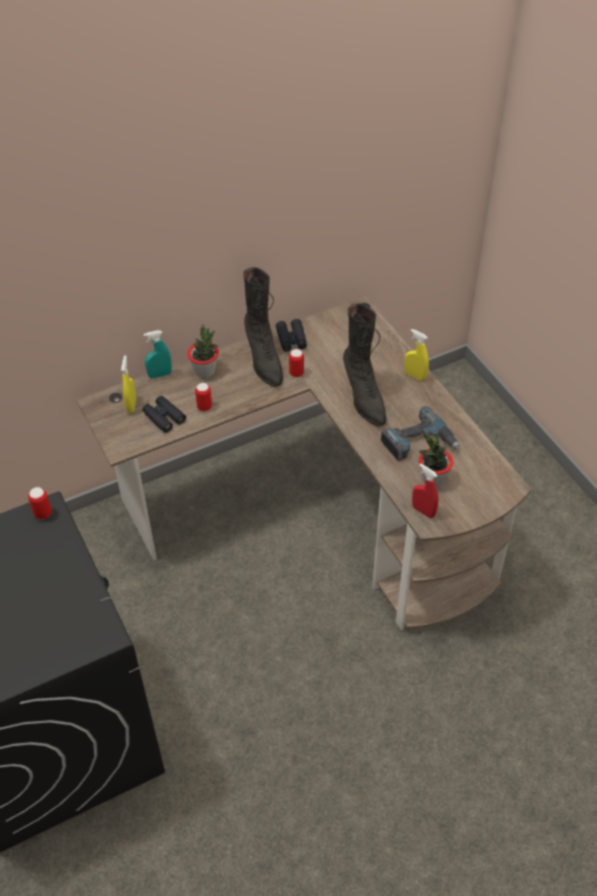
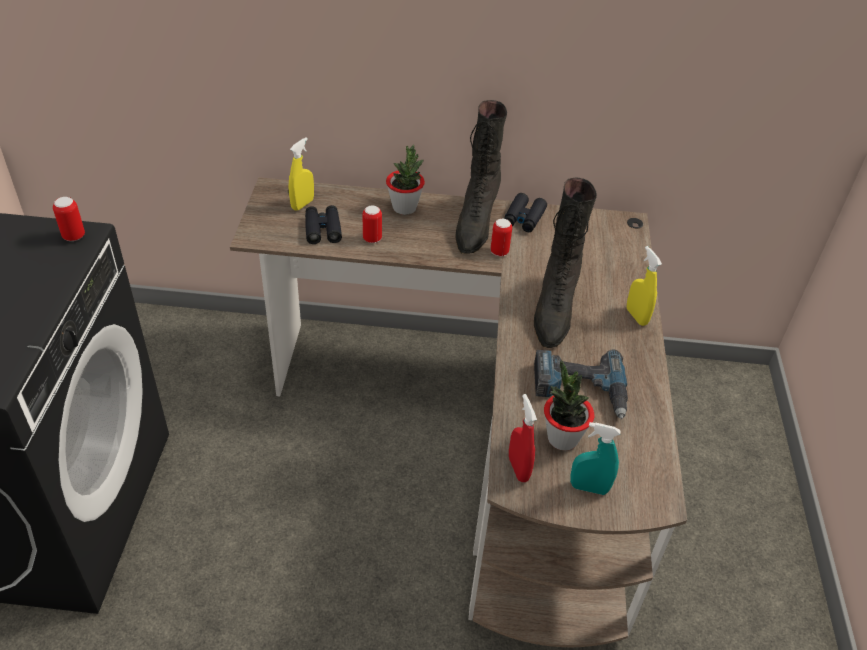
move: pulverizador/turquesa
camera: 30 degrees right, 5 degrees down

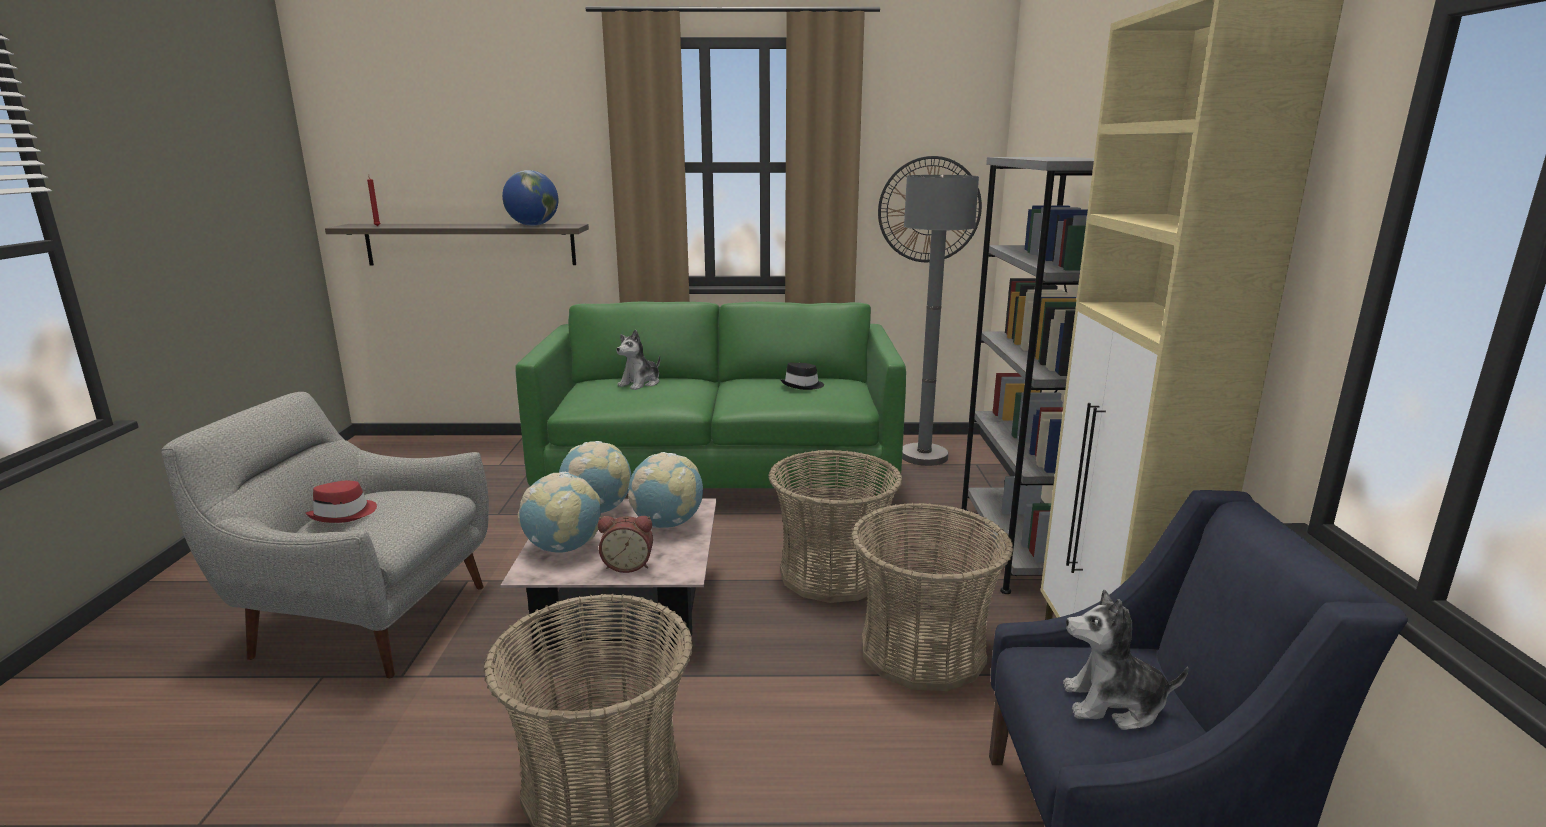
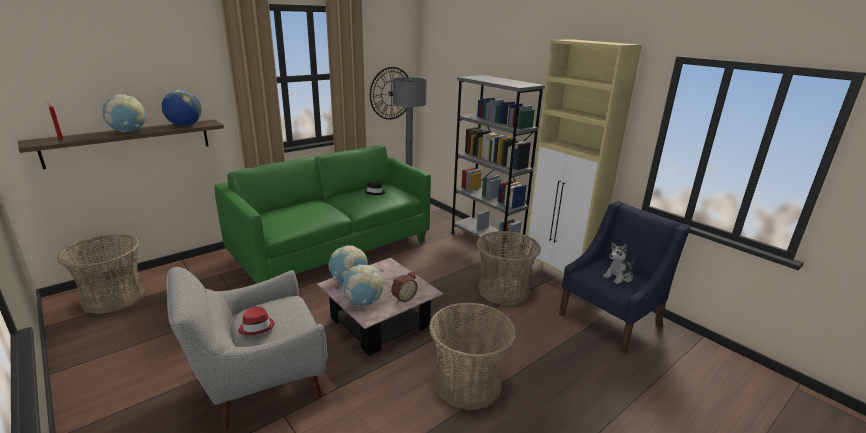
delete: peluche (1st from left)
move: globo terráqueo (4th from left in the first image) to globo terráqueo (1st from left); cesta (2nd from left in the first image) to cesta (1st from left)
camera: 40 degrees left, 5 degrees up

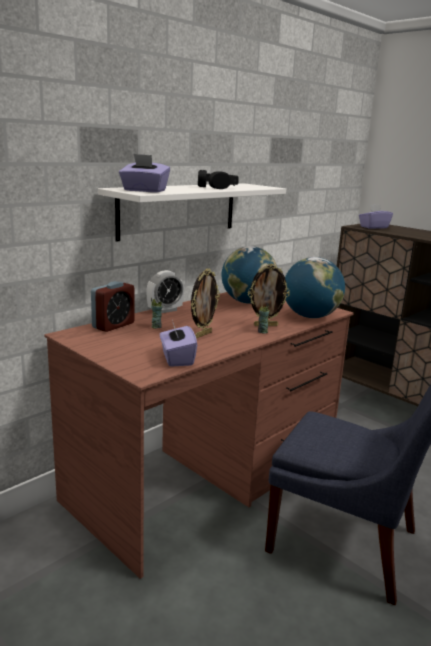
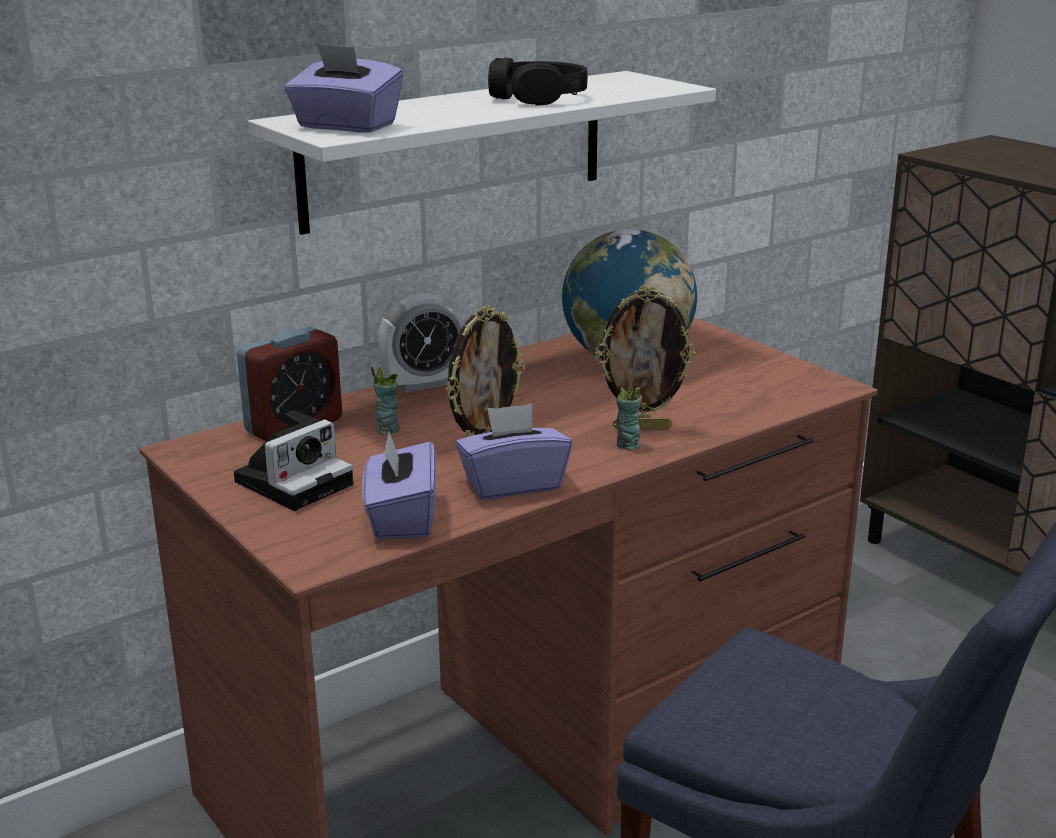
delete: globo terráqueo (2nd from left)
insert: cámara
move: caja de pañuelos/morado (3rd from left)
camera: 10 degrees right, 5 degrees up

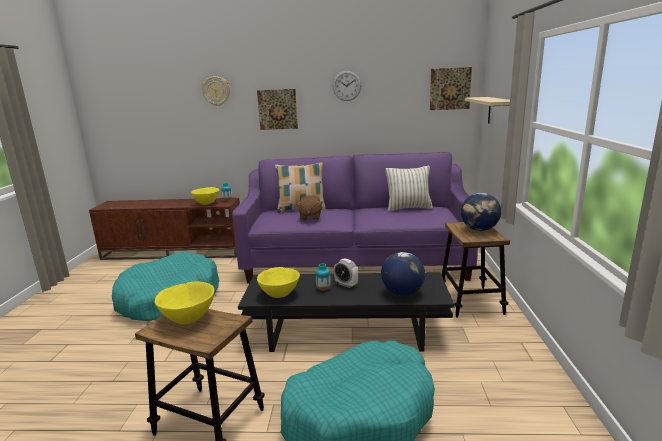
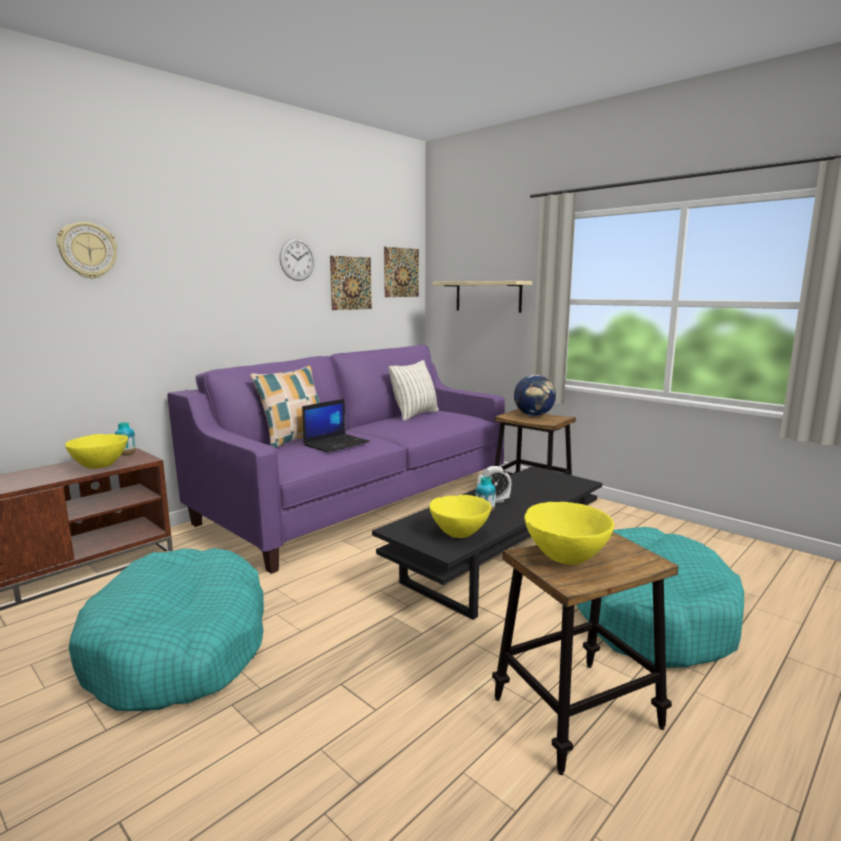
delete: globo terráqueo (1st from left)
move: cuadro (1st from left)
replace: peluche/marrón to portátil
camera: 50 degrees left, 5 degrees down

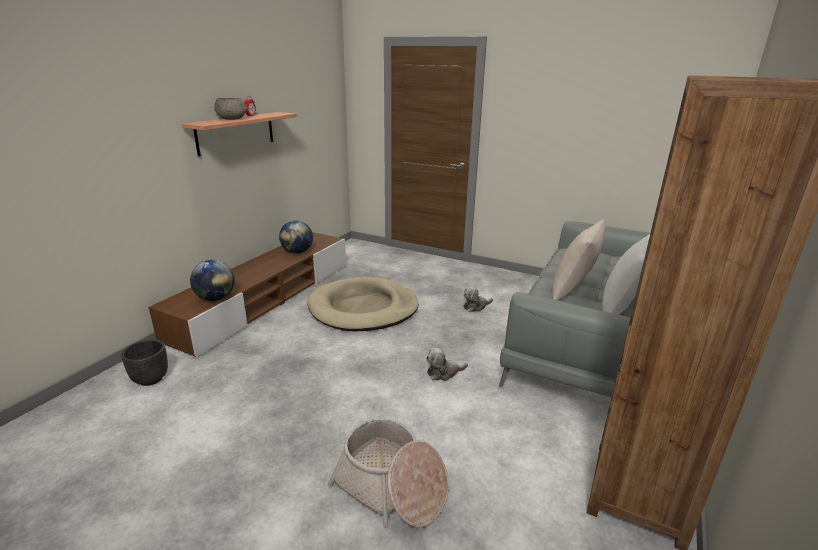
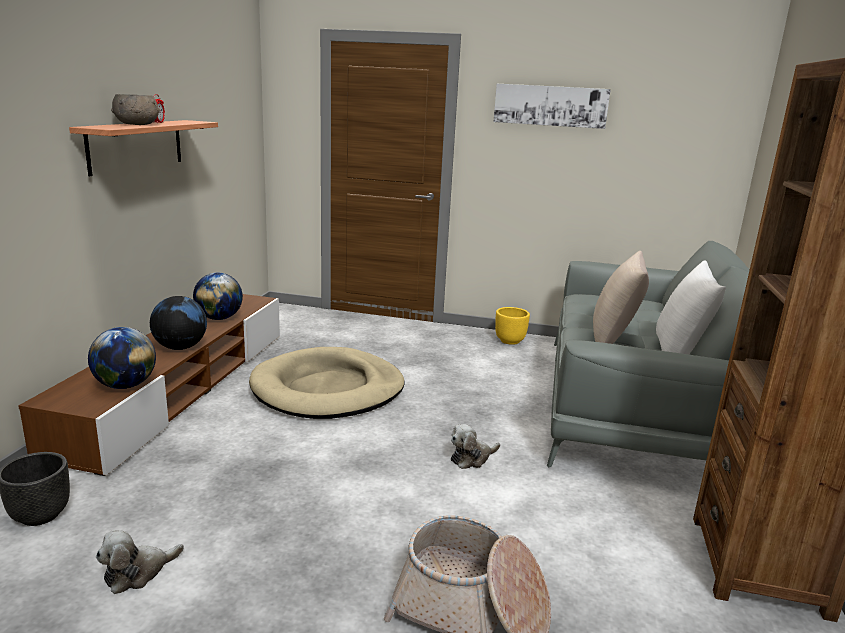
insert: globo terráqueo (2nd from left); cuadro; maceta/amarillo
move: peluche (2nd from left in the first image) to peluche (1st from left)
camera: 15 degrees left, 5 degrees down

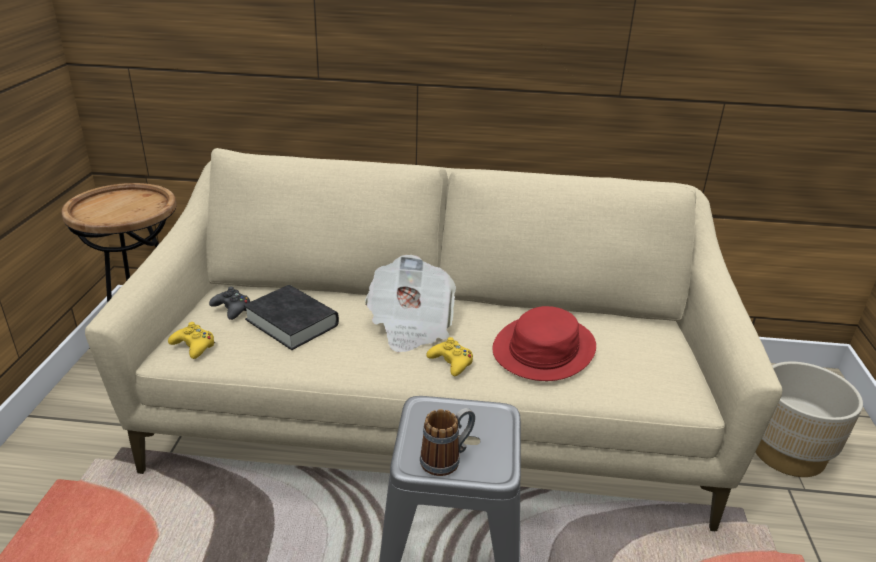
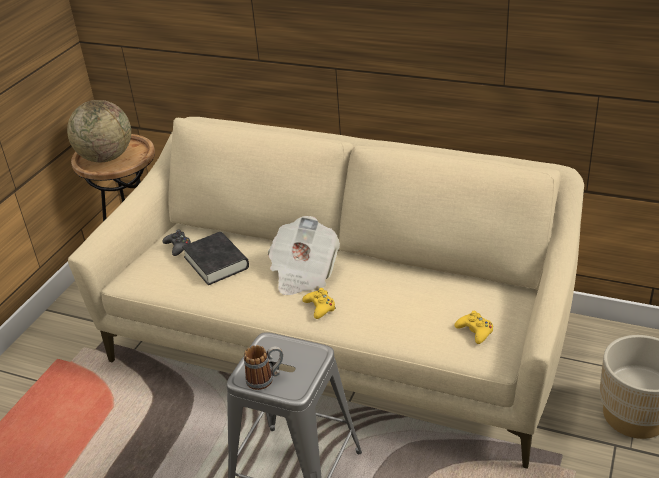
delete: sombrero/rojo
insert: globo terráqueo
move: mando de consola/amarillo (1st from left in the first image) to mando de consola/amarillo (2nd from left)
camera: 20 degrees right, 5 degrees up

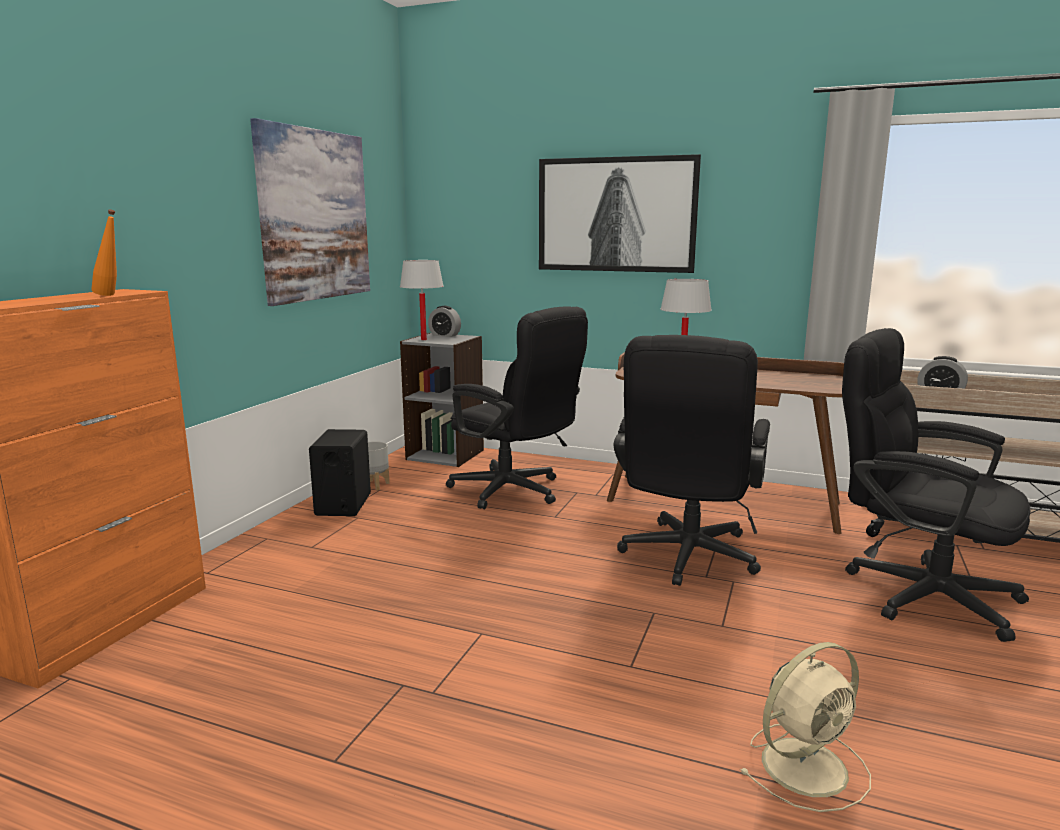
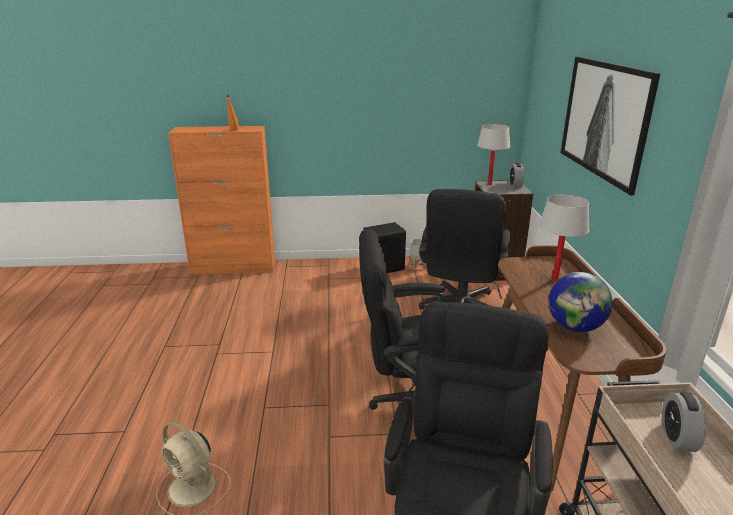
delete: cuadro (1st from left)
insert: globo terráqueo
camera: 65 degrees right, 10 degrees up

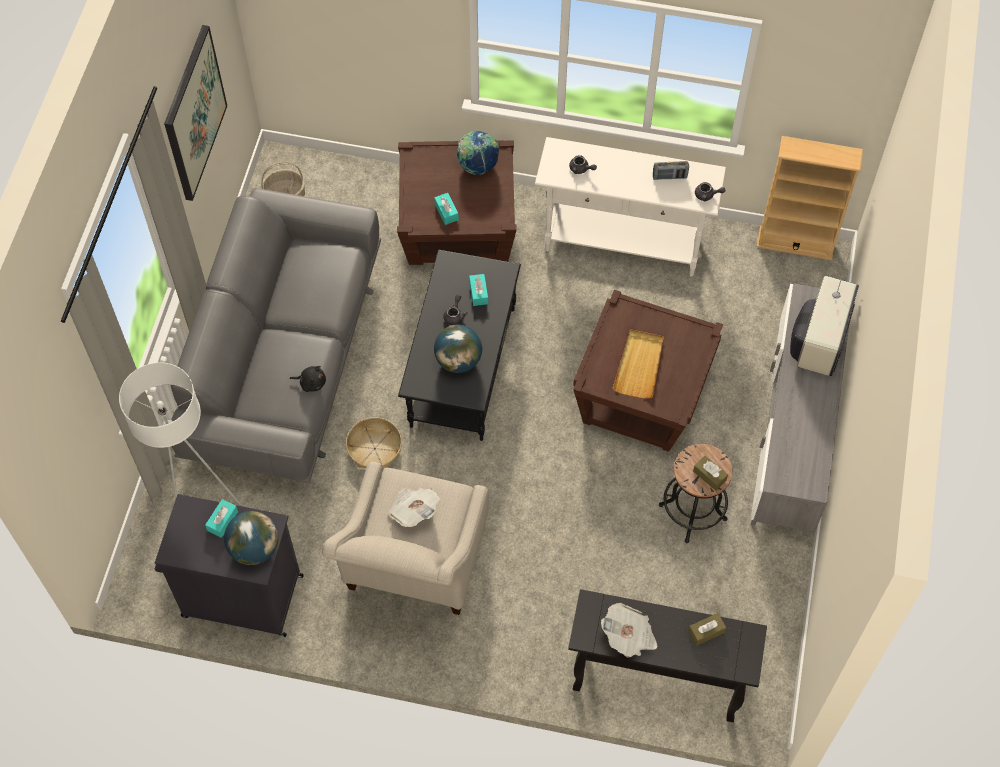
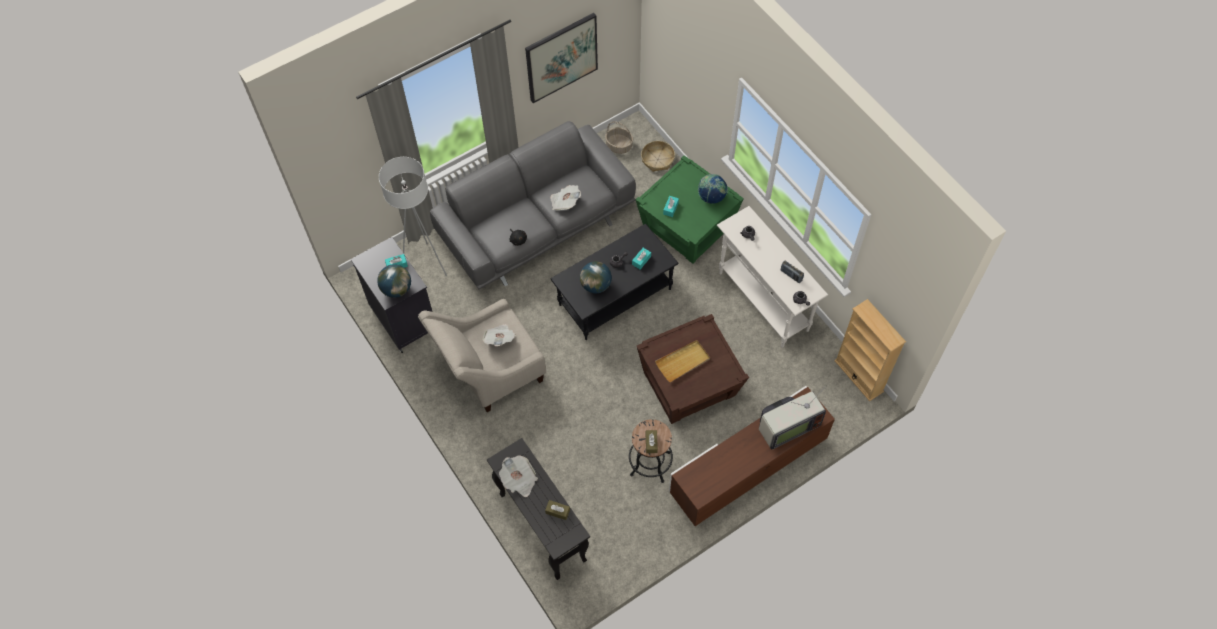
insert: periódico (3rd from left)
move: cesta (2nd from left)
recolor: mesa auxiliar/marrón (1st from left) to mesa auxiliar/verde; mueble de televisión/gris to mueble de televisión/marrón
camera: 45 degrees right, 0 degrees up

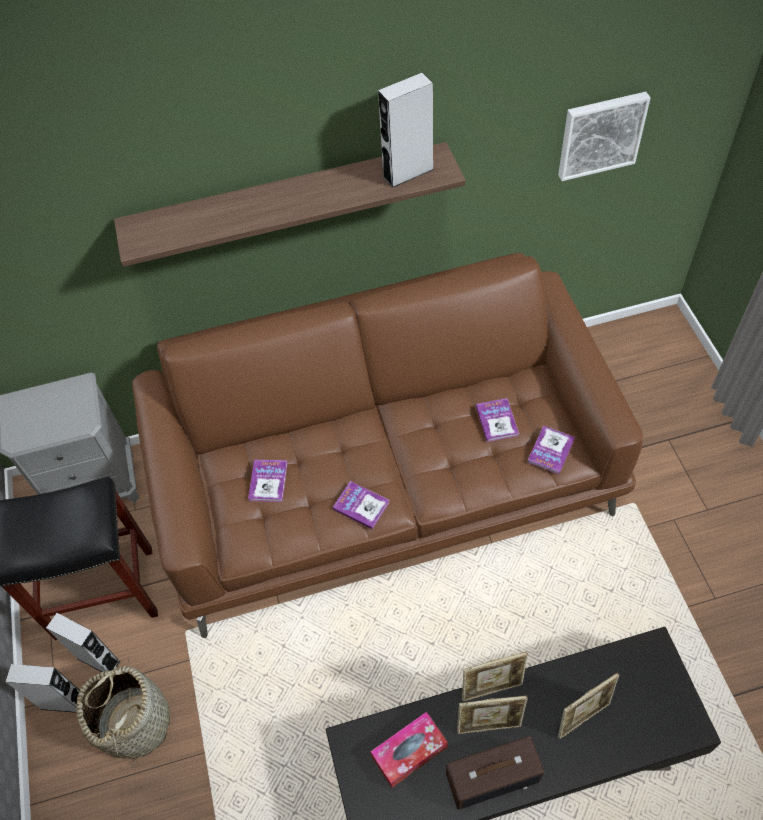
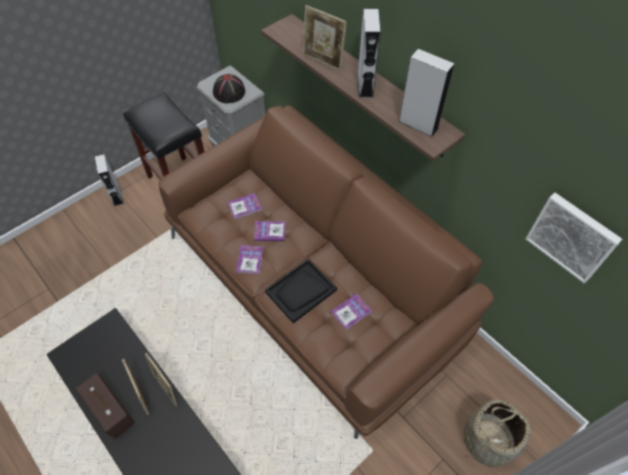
delete: caja de pañuelos
insert: sombrero/negro; bandeja/negro
move: altavoz/gris (2nd from left); cesta; libro (4th from left in the first image) to libro (3rd from left); portarretratos (3rd from left)
camera: 60 degrees right, 0 degrees up

